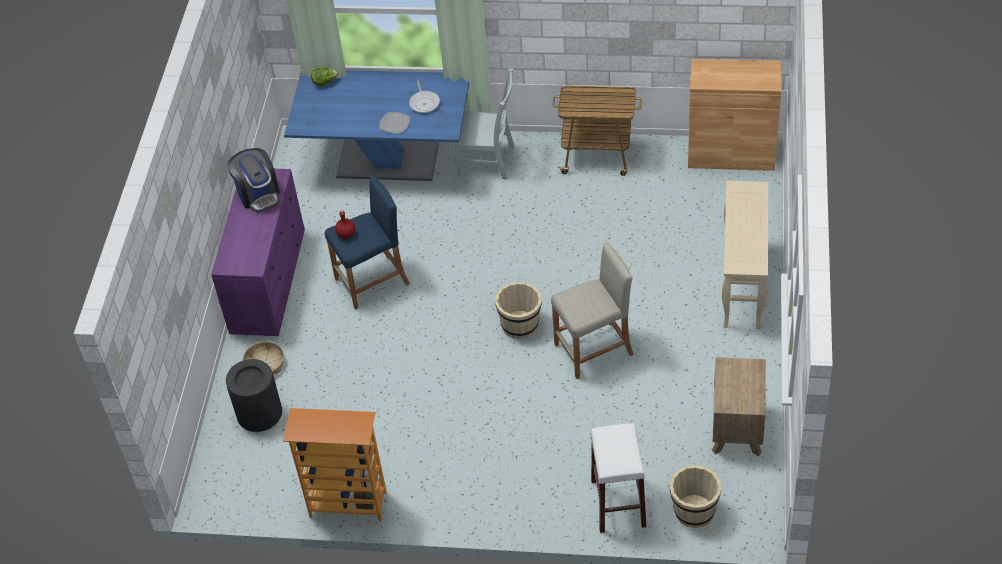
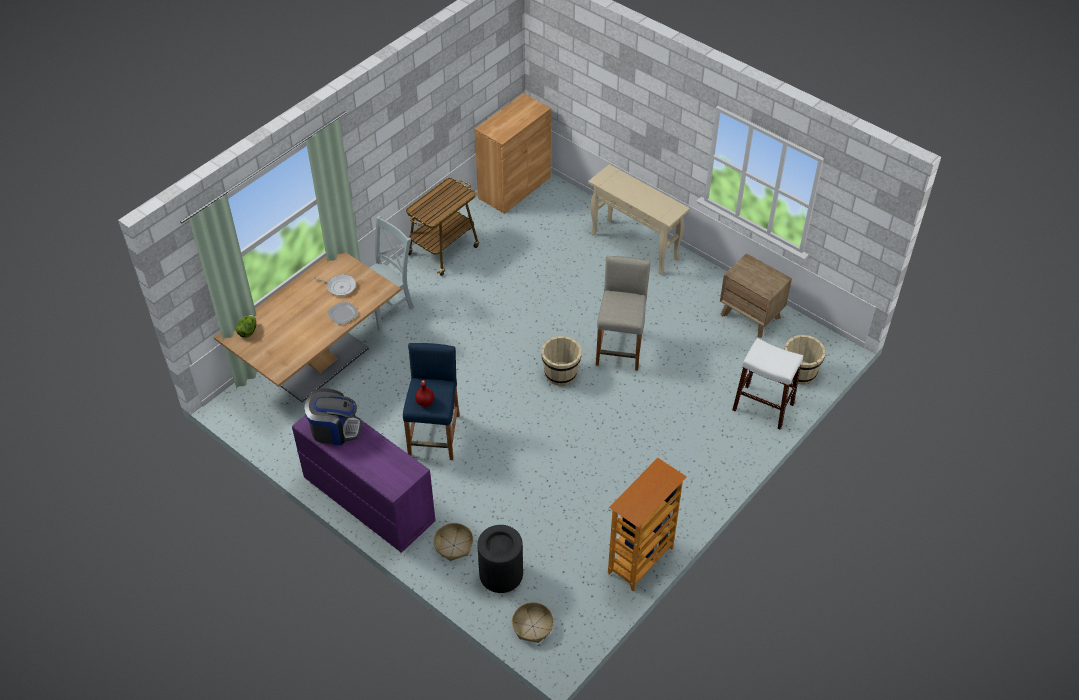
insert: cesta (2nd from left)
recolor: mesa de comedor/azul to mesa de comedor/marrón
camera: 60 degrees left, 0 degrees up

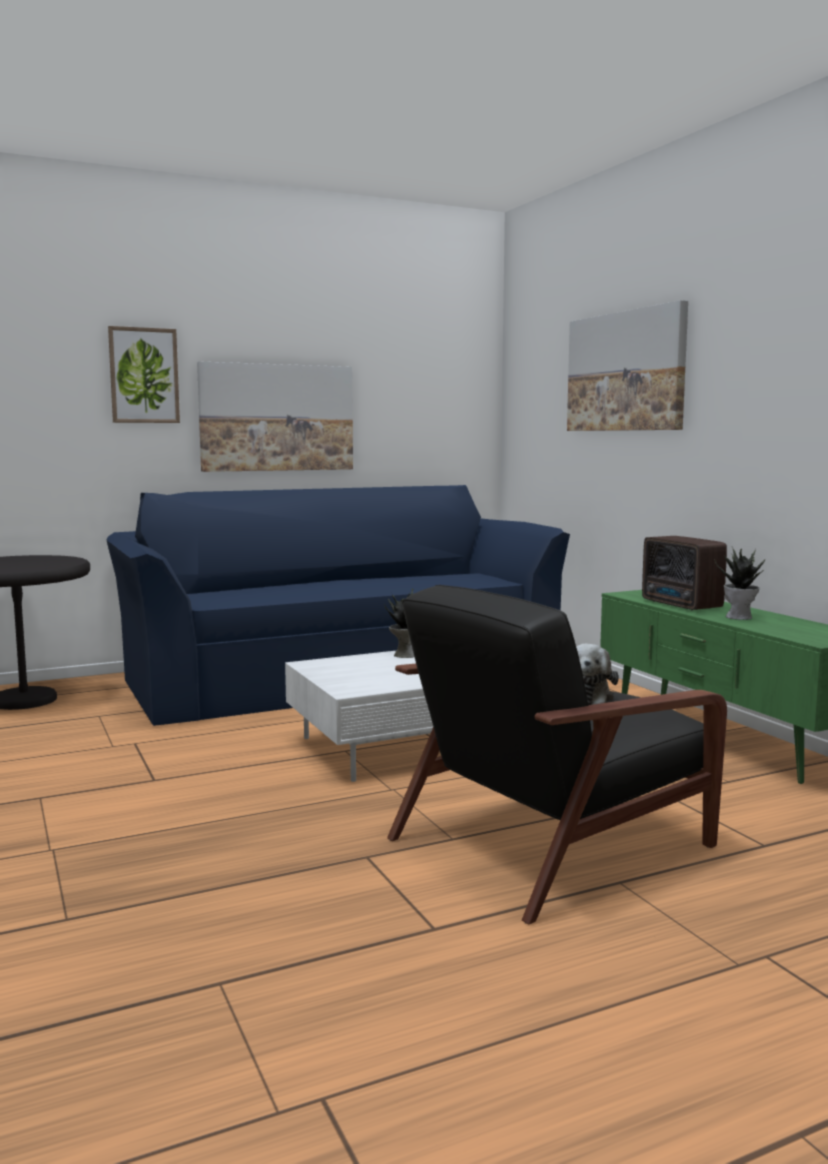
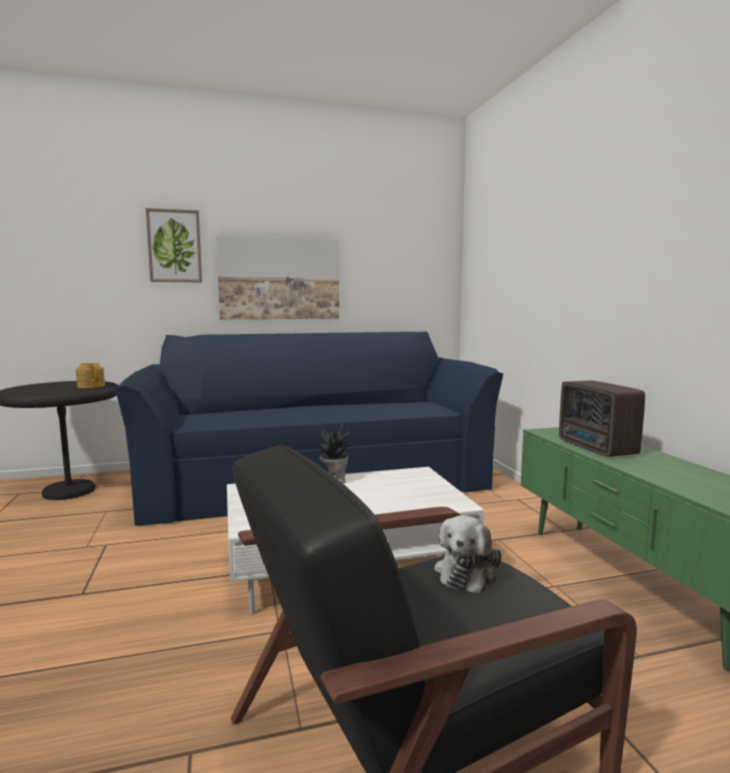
delete: cuadro (3rd from left); planta en maceta (2nd from left)
insert: tetera
camera: 10 degrees right, 0 degrees up

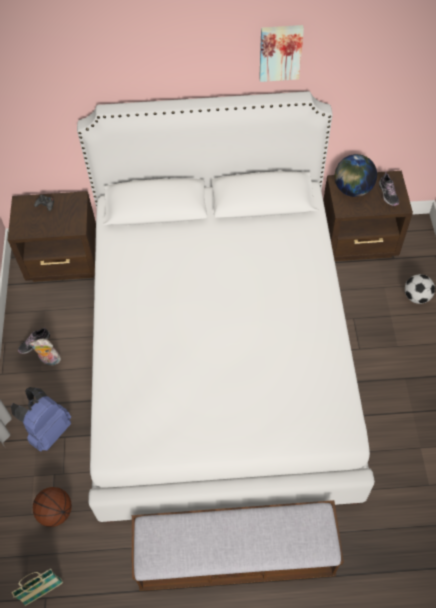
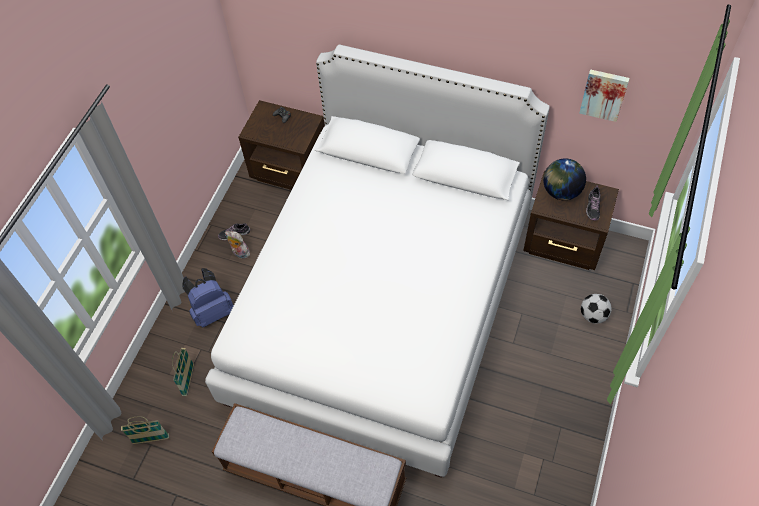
move: cuadro
replace: balón de baloncesto to cesta (2nd from left)
camera: 25 degrees right, 0 degrees up

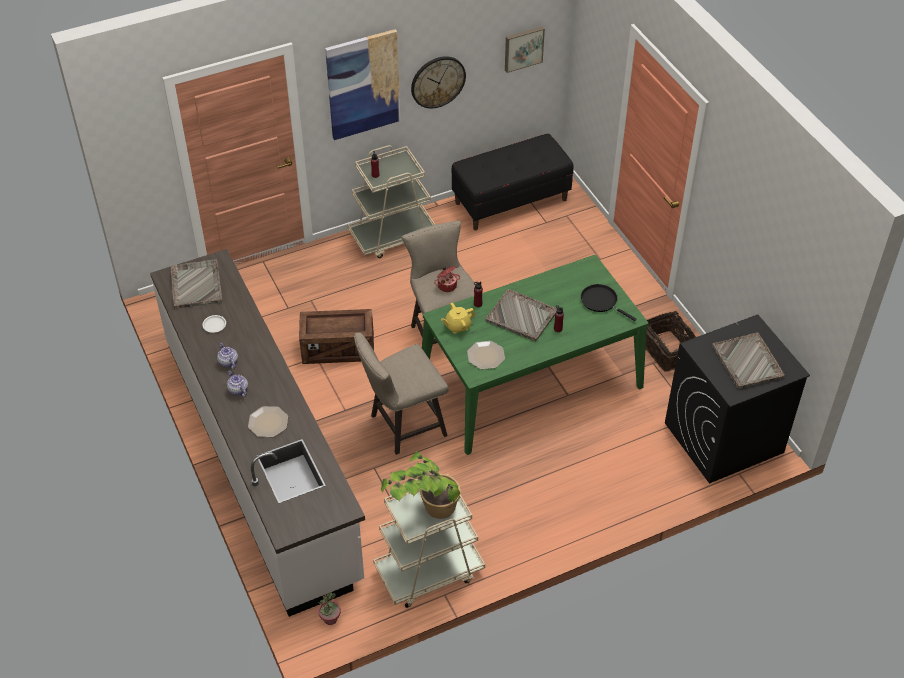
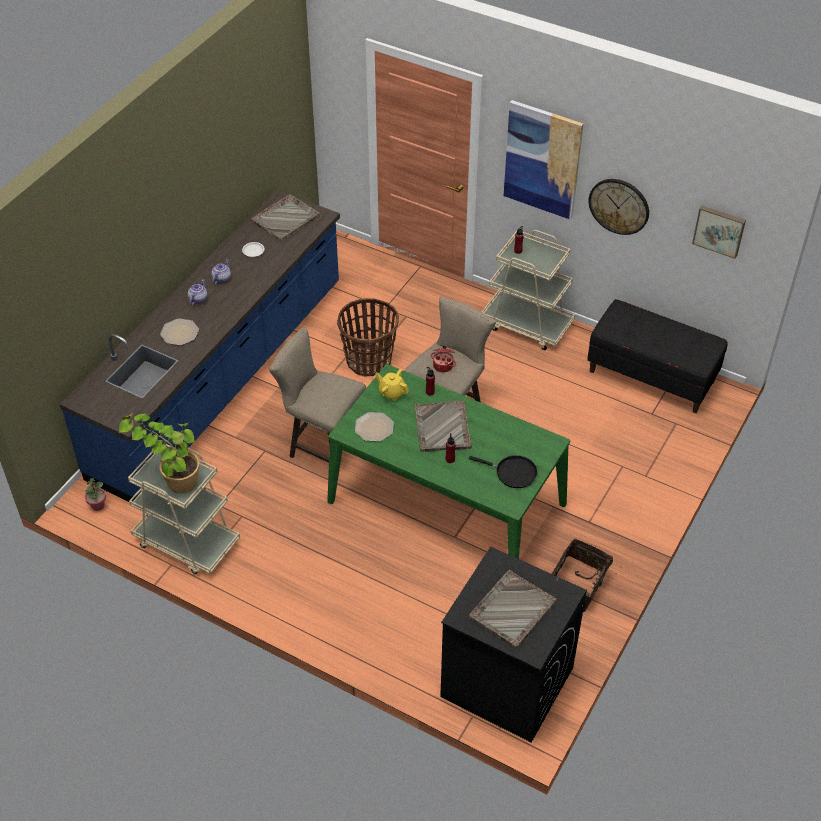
replace: caja de embalaje to cesta (1st from left)
recolor: mueble bajo de cocina/blanco to mueble bajo de cocina/azul
rotate: sartén/negro 105 degrees clockwise
camera: 55 degrees right, 0 degrees up

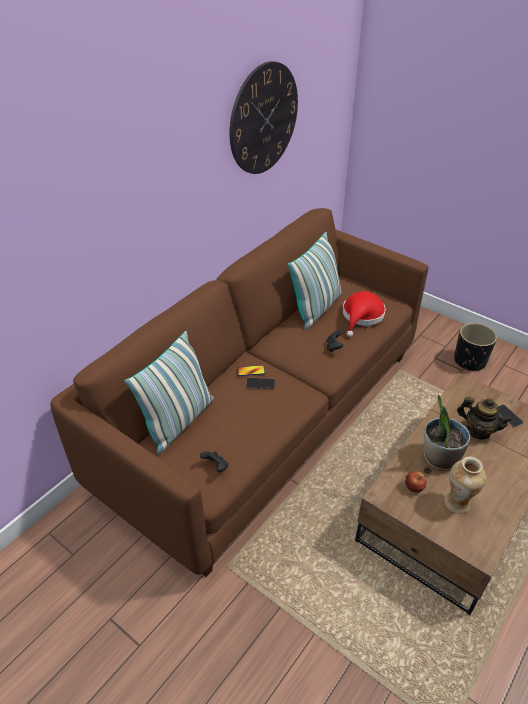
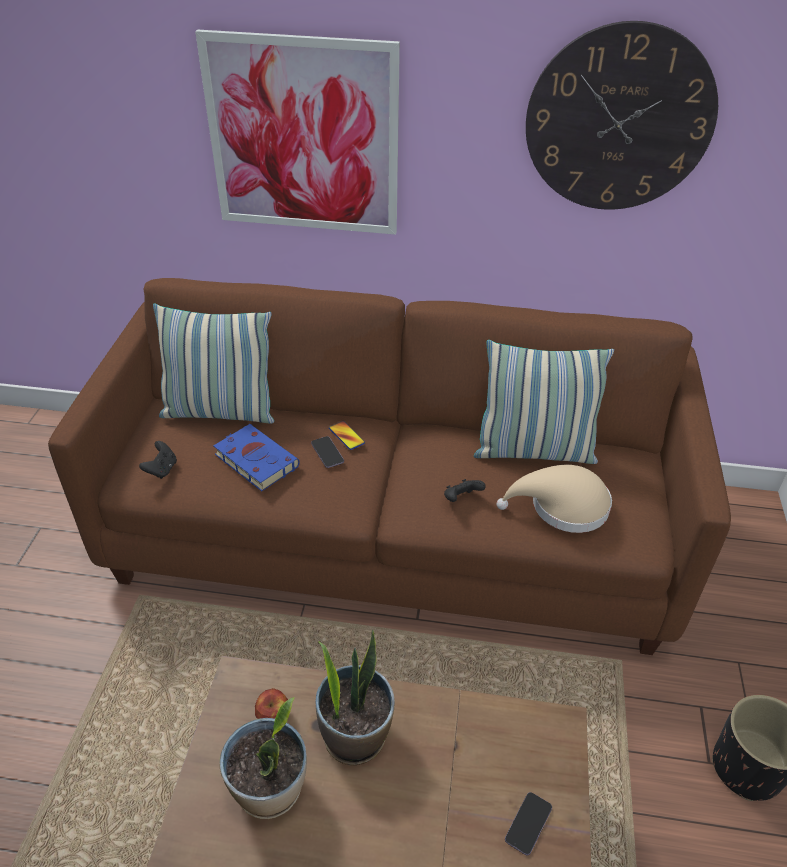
delete: tetera
insert: cuadro; libro/azul
replace: florero to planta en maceta (1st from left)
recolor: sombrero/rojo to sombrero/beis
camera: 60 degrees right, 0 degrees up

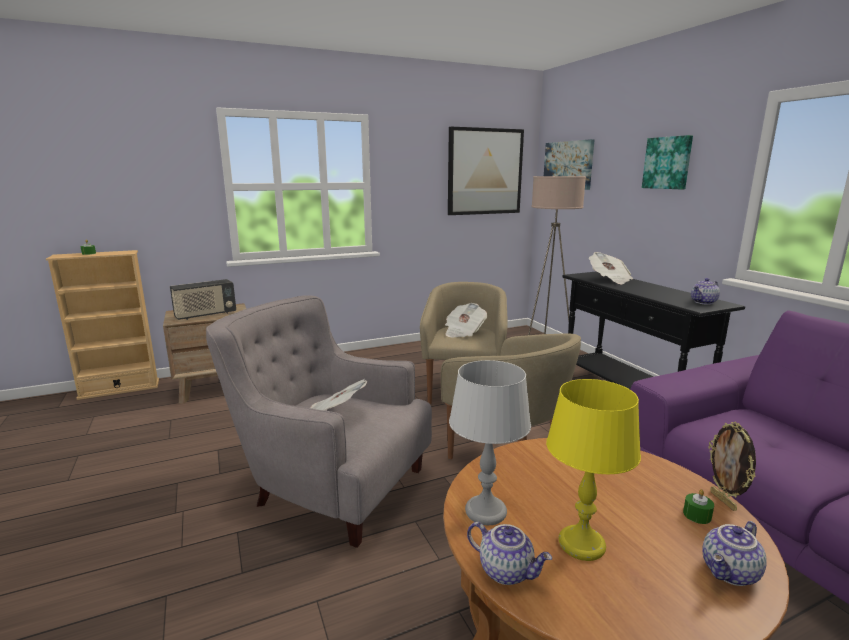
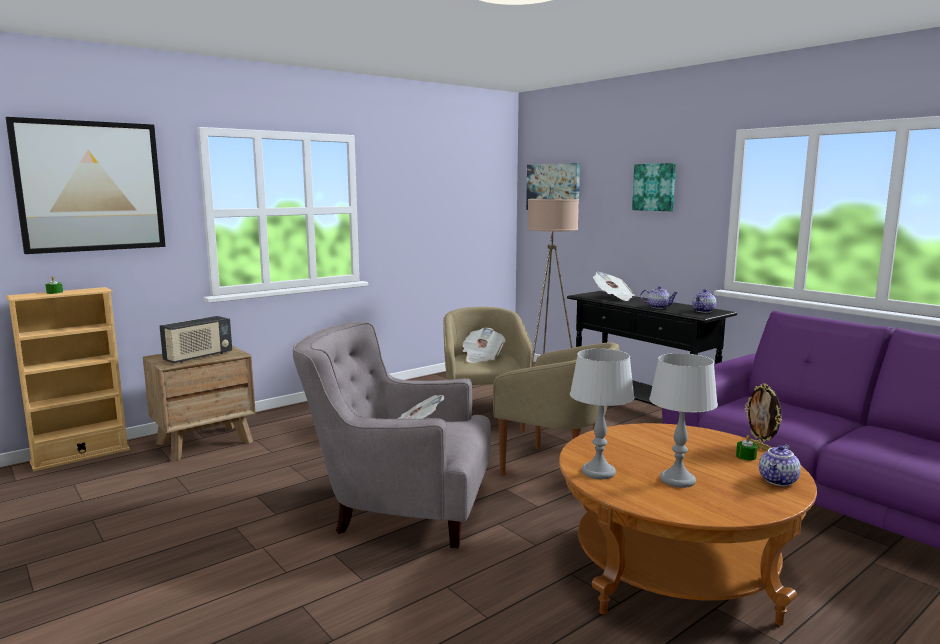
move: cuadro (1st from left); tetera (1st from left)
recolor: lámpara de mesa/amarillo to lámpara de mesa/gris (2nd from left)
camera: 15 degrees left, 5 degrees down

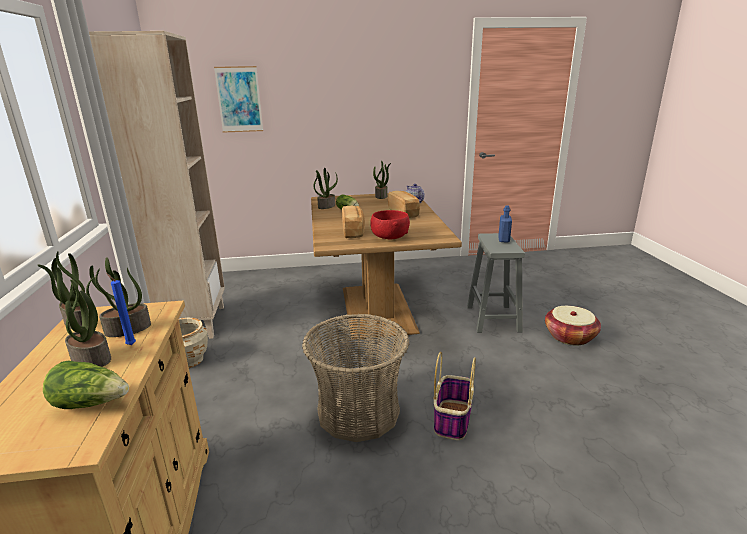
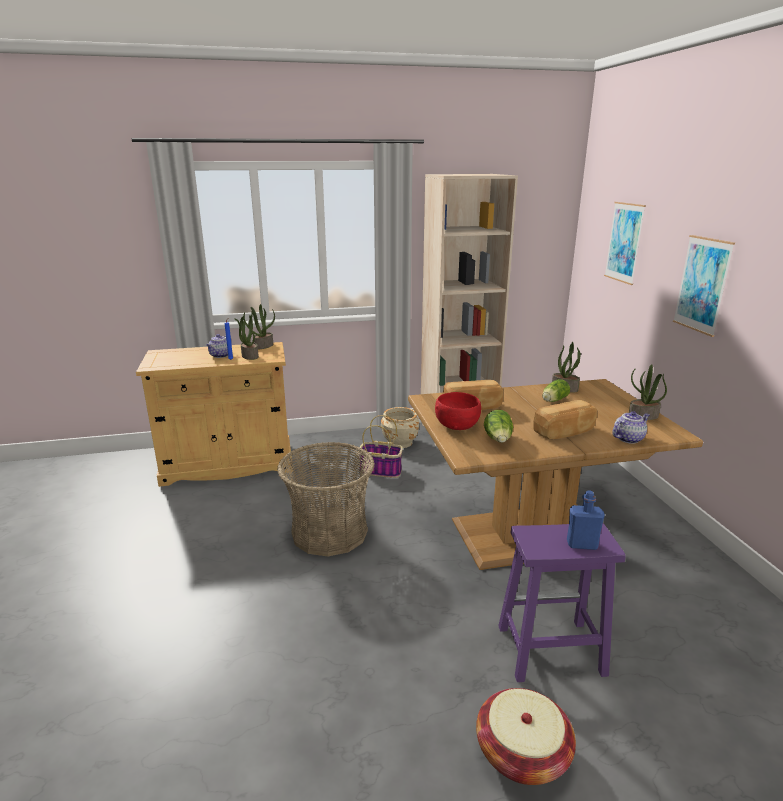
insert: cuadro (2nd from left)
move: lechuga (1st from left); cesta (2nd from left)
replace: planta en maceta (2nd from left) to tetera (1st from left)
recolor: taburete/gris to taburete/morado
camera: 85 degrees right, 0 degrees up

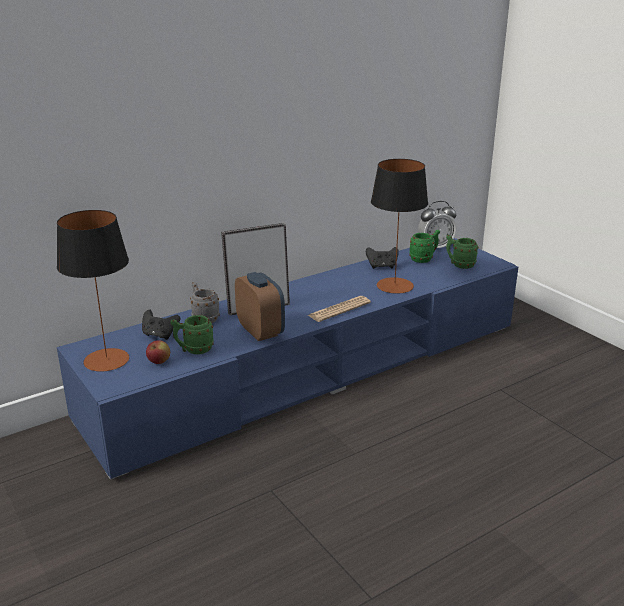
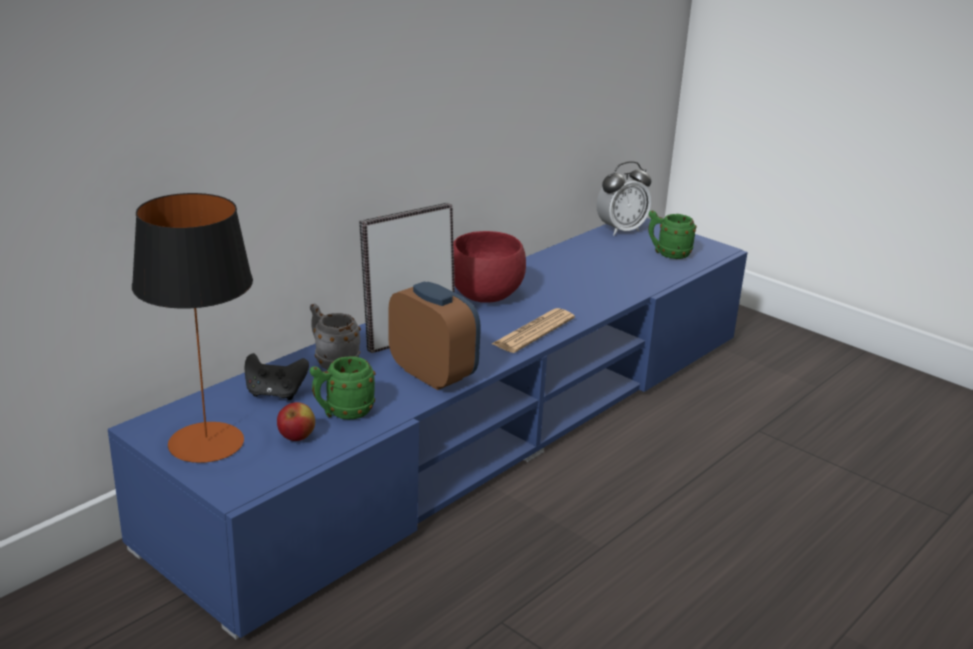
delete: mando de consola/negro (2nd from left); lámpara de mesa (2nd from left); taza grande/verde (2nd from left)
insert: cuenco/rojo
camera: 15 degrees left, 0 degrees up

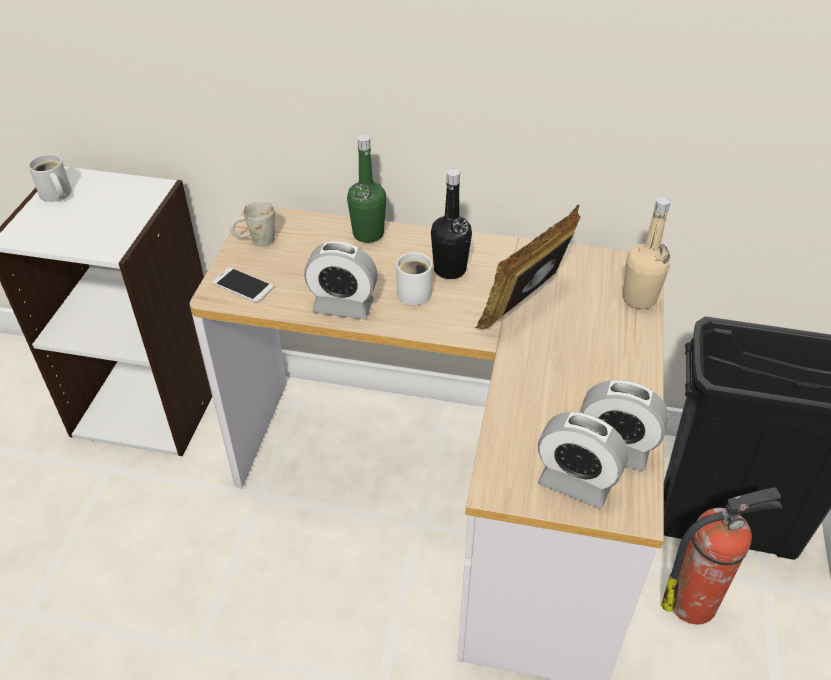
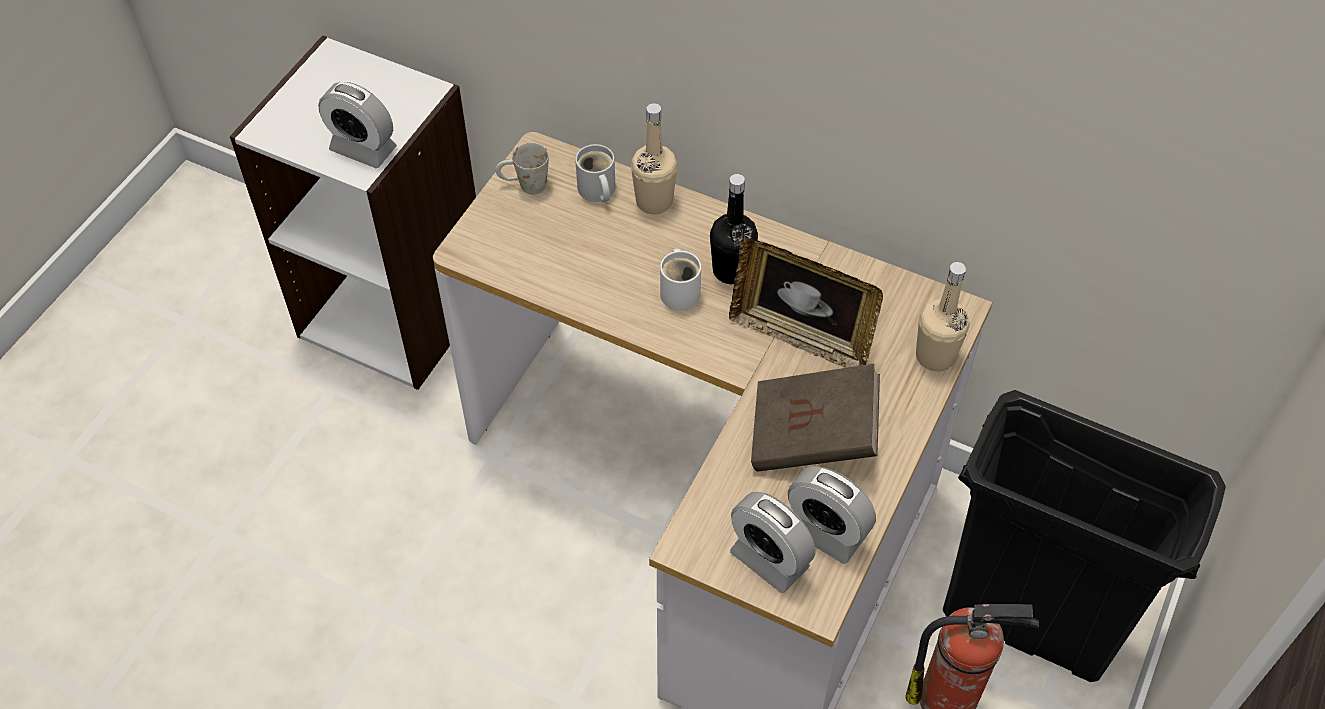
delete: móvil
insert: libro/marrón
move: taza grande/blanco (1st from left in the first image) to taza grande/blanco (2nd from left); despertador (1st from left)
recolor: botella/verde to botella/beis (1st from left)
rotate: portarretratos 120 degrees counterclockwise
camera: 15 degrees right, 10 degrees up

